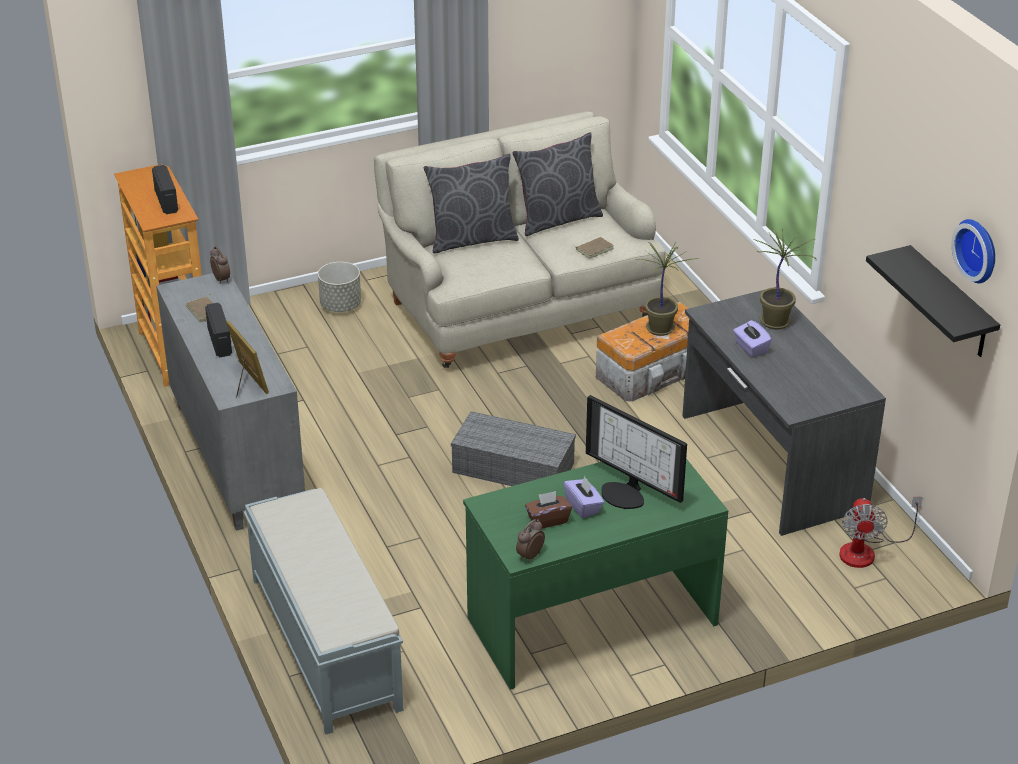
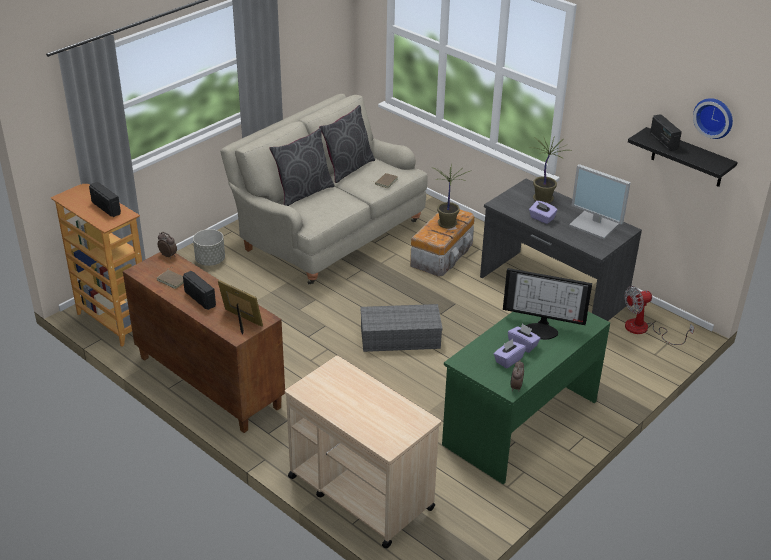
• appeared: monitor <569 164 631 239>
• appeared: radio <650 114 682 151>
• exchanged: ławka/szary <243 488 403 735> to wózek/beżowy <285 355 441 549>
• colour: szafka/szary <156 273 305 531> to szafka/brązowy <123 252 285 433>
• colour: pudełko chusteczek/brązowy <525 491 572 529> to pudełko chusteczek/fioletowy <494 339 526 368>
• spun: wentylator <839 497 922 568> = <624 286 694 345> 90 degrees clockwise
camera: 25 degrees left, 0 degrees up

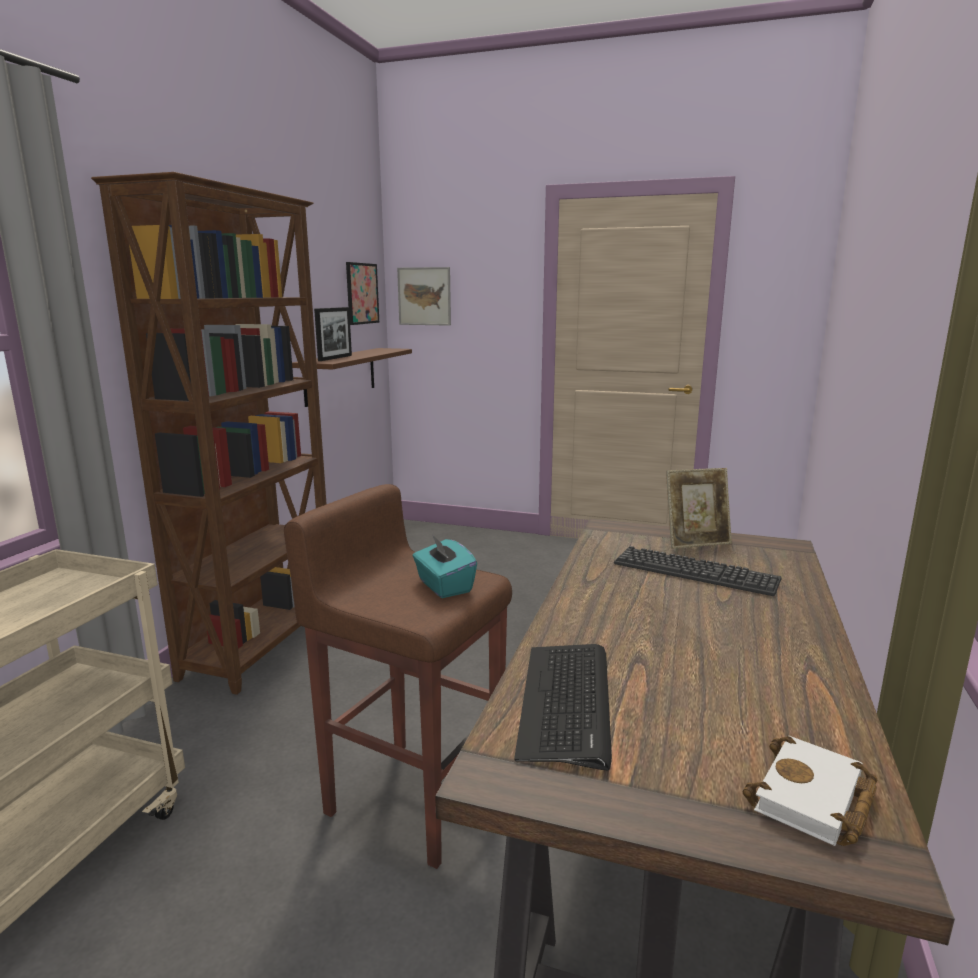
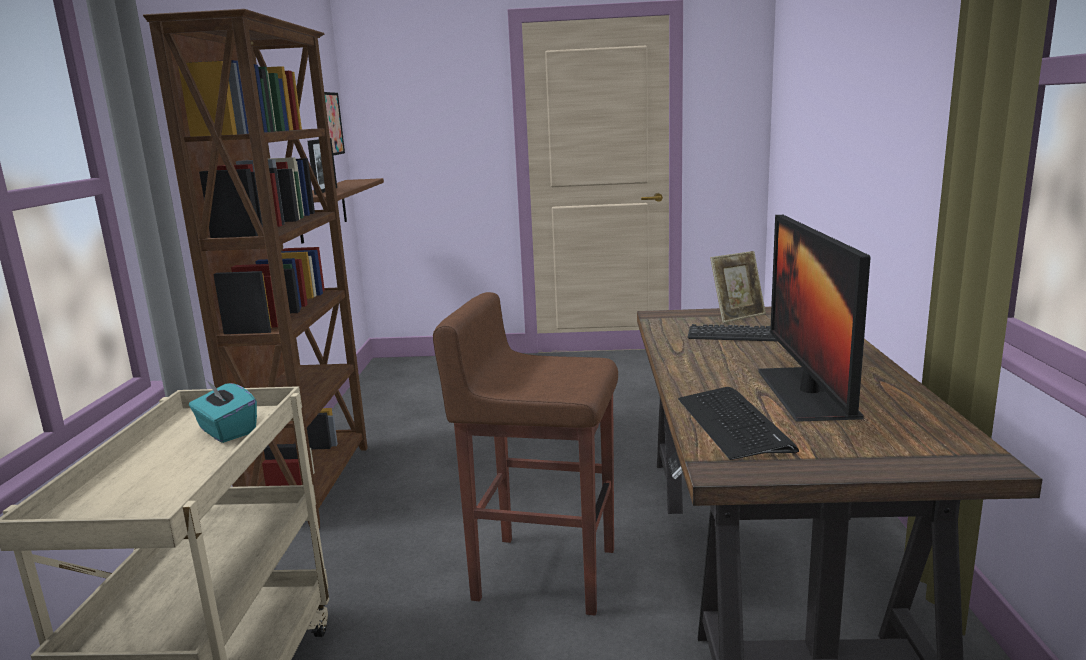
• missing: obraz <397 267 451 326>
• missing: książka/biały <742 736 877 846>
• appeared: monitor <758 215 871 422>
• relocated: pudełko chusteczek/turkusowy <413 534 477 598> to <189 378 257 443>
camera: 15 degrees left, 0 degrees up

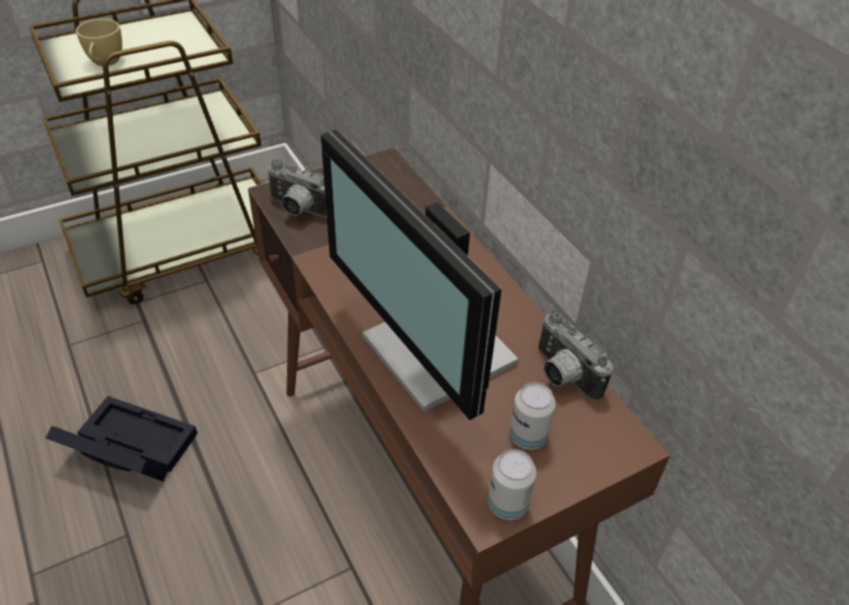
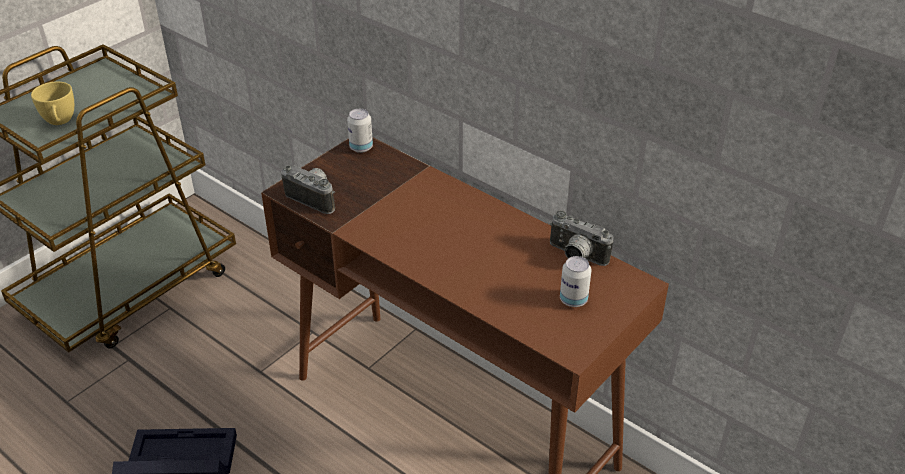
• missing: monitor <321 129 519 421>
• relocated: puszka <488 449 536 520> to <347 109 373 153>
• spun: aparat fotograficzny <266 159 327 218> = <281 165 335 214> 150 degrees counterclockwise
camera: 20 degrees left, 5 degrees down

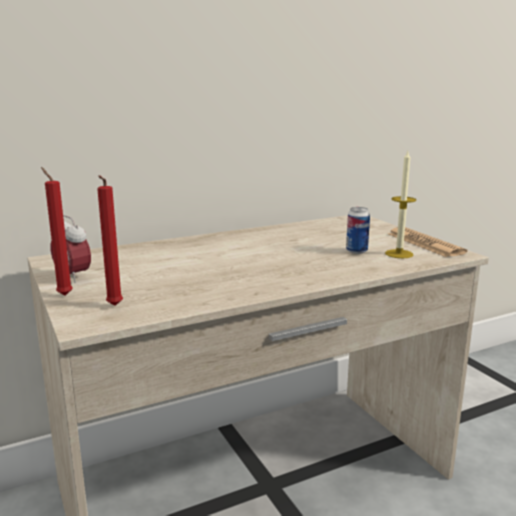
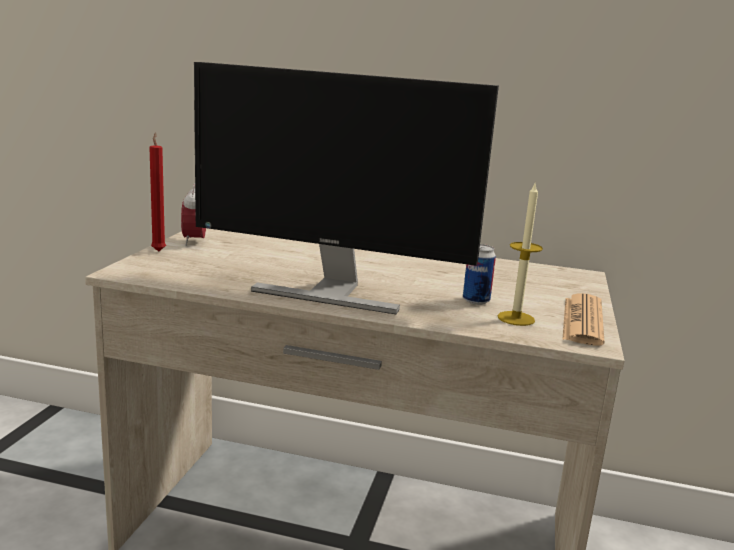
• missing: świeca/czerwony <97 175 123 306>
• appeared: monitor <194 62 499 314>
camera: 40 degrees right, 0 degrees up

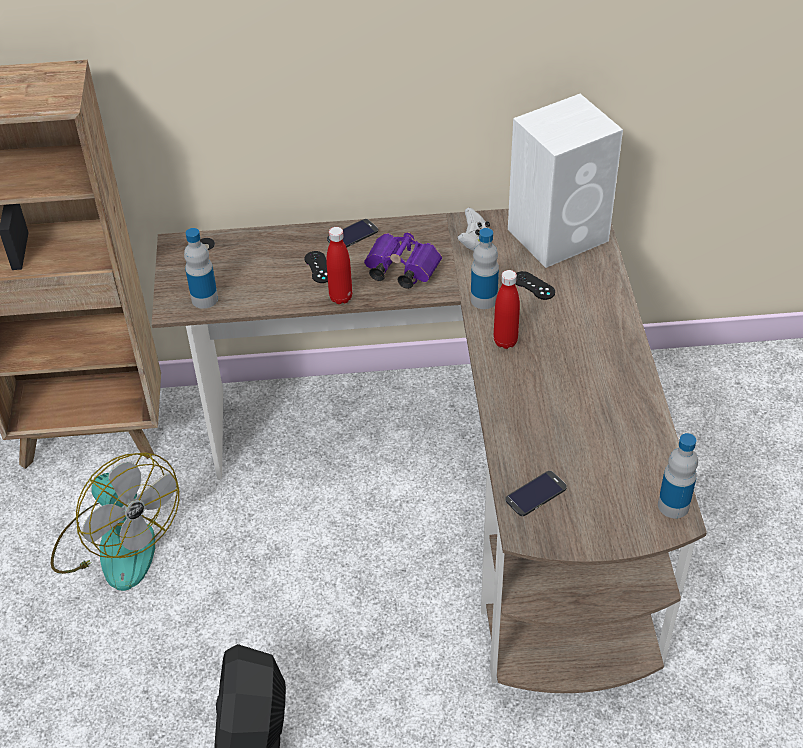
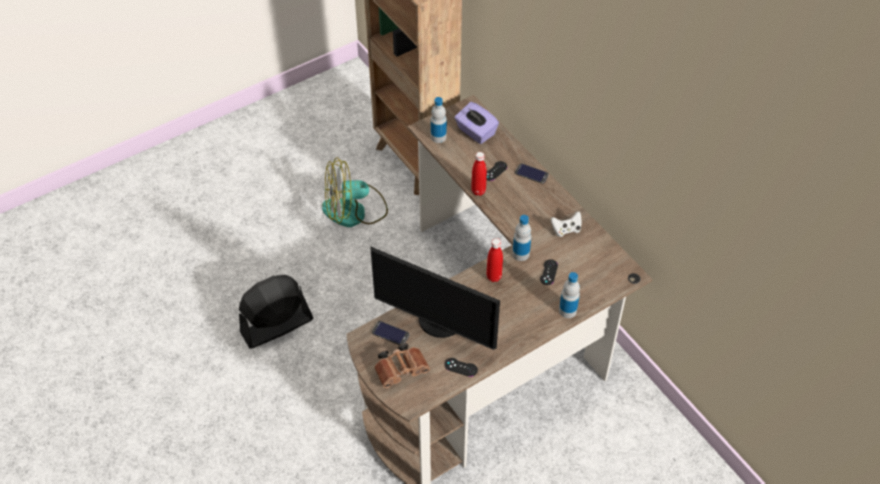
• missing: lornetka/fioletowy <364 232 442 289>
• missing: głośnik/biały <508 94 623 268>
• appeared: monitor <370 246 500 350>
• appeared: lornetka/brązowy <374 343 430 388>
• appeared: pad do gier/czarny <444 358 478 377>
• appeared: pudełko chusteczek/fioletowy <455 102 499 144>
• relocated: butelka <658 433 698 518> to <559 272 580 318>
• spun: wentylator <51 453 179 591> = <322 157 388 227> 60 degrees clockwise
camera: 60 degrees right, 5 degrees up

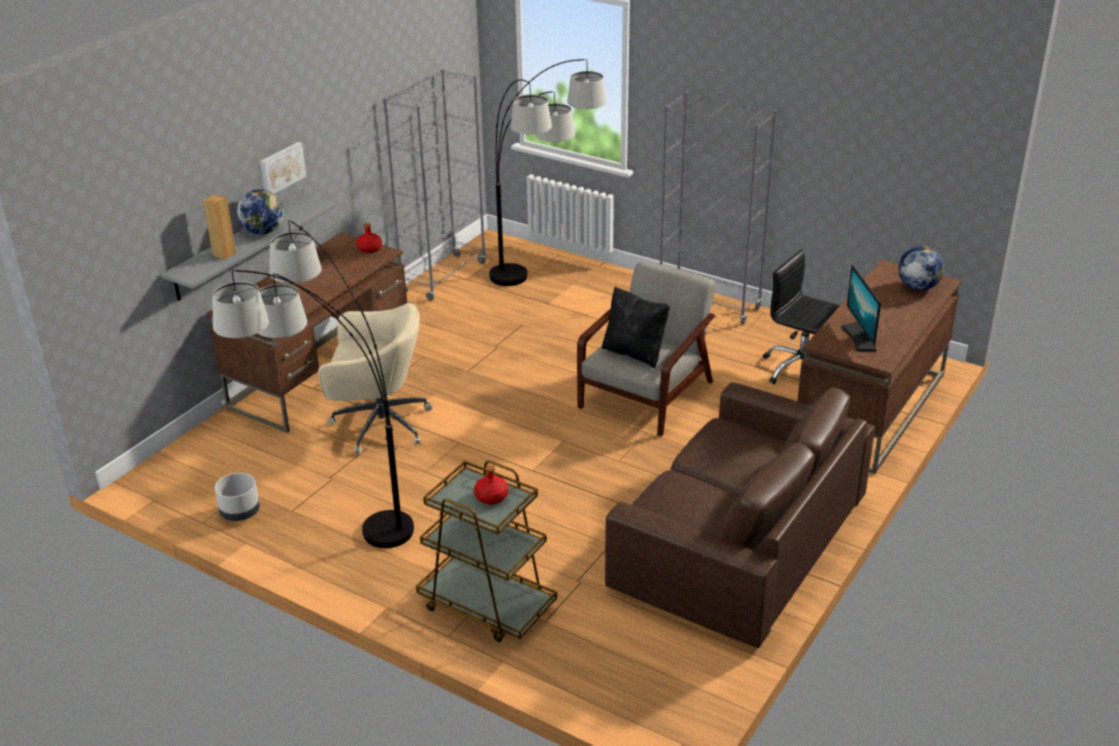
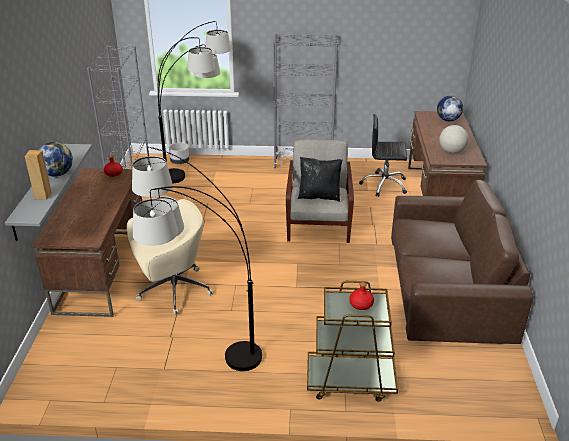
• missing: obraz <260 142 306 194>
• relocated: donica/szary <215 473 260 521> to <169 142 189 164>
• exchanged: monitor <841 265 881 351> to globus <439 125 468 153>
camera: 30 degrees left, 0 degrees up

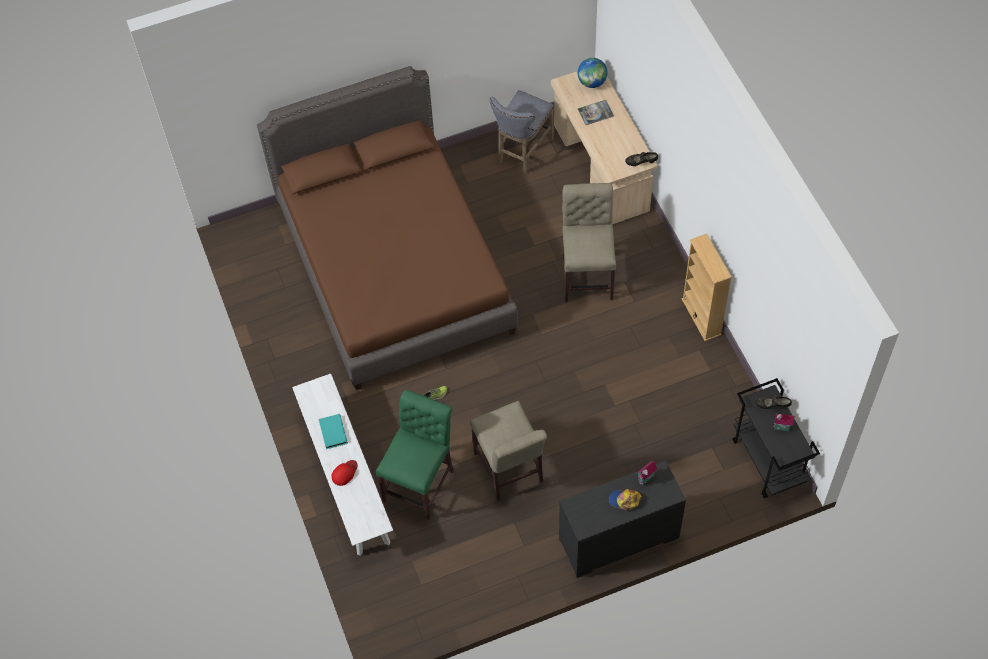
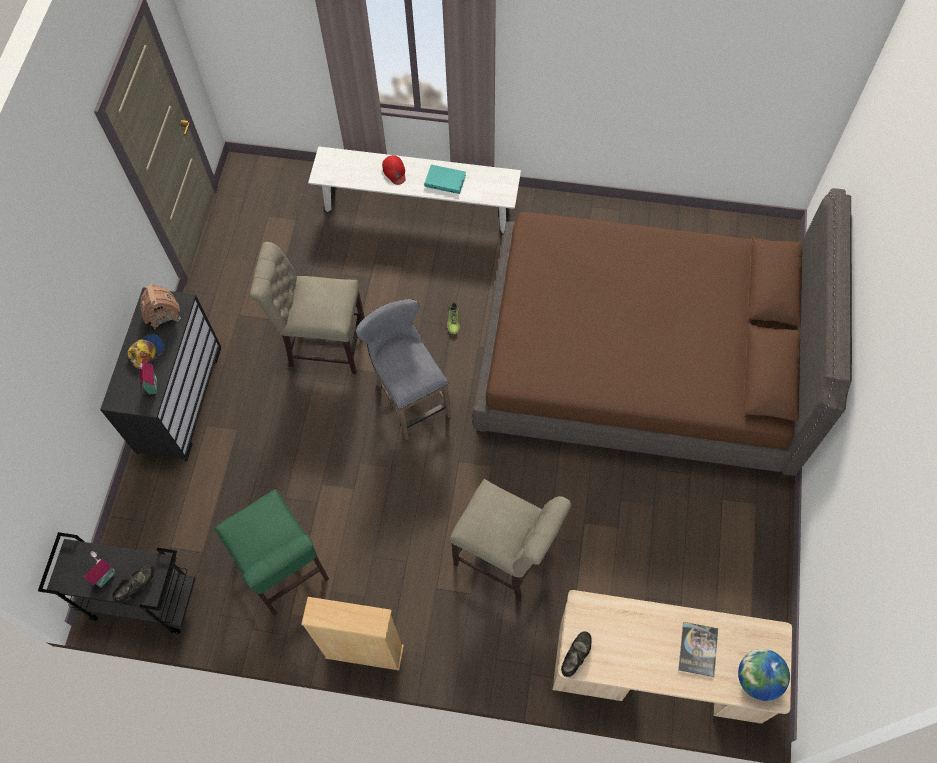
• appeared: domek <140 284 181 329>
• relocated: krzesło/zielony <376 390 454 520> to <214 489 329 616>
• relocated: stołek/szary <490 90 554 174> to <355 299 451 440>
camera: 120 degrees right, 5 degrees up

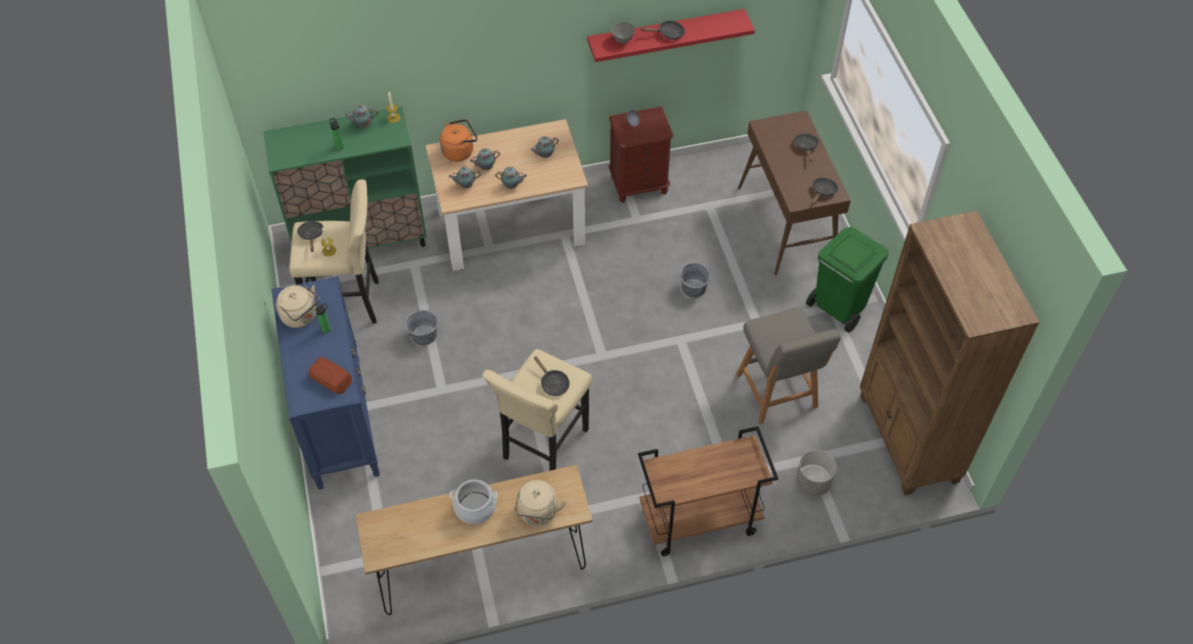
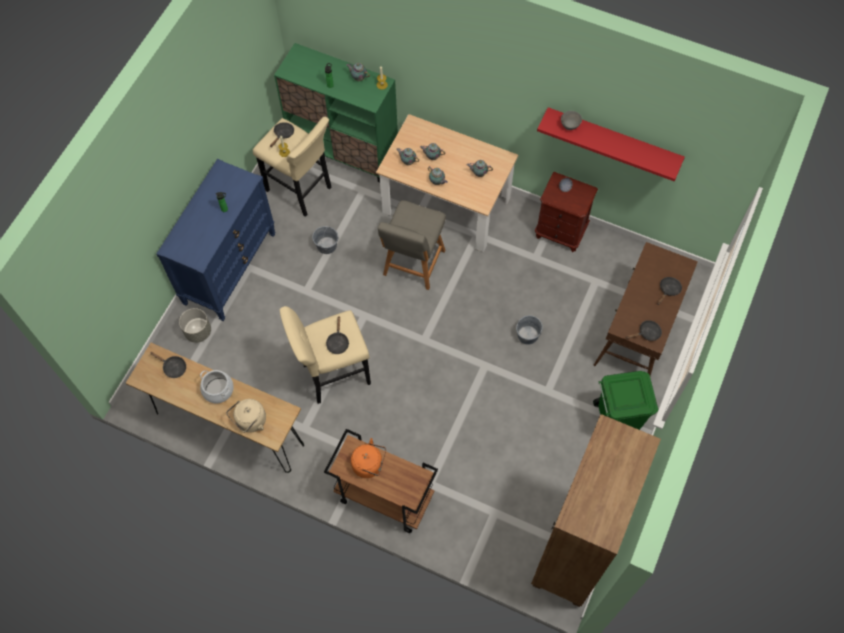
• missing: czajnik/beżowy <276 285 320 328>
• missing: chleb <309 357 352 394>
• relocated: czajnik/pomarańczowy <440 119 478 162> to <351 438 386 478>
• relocated: patelnia/czarny <641 20 685 39> to <150 352 186 378>
• relocated: krzesło/szary <736 307 841 424> to <378 200 446 290>
• relocated: donica/szary <796 450 837 496> to <179 308 211 343>
camera: 40 degrees right, 10 degrees up

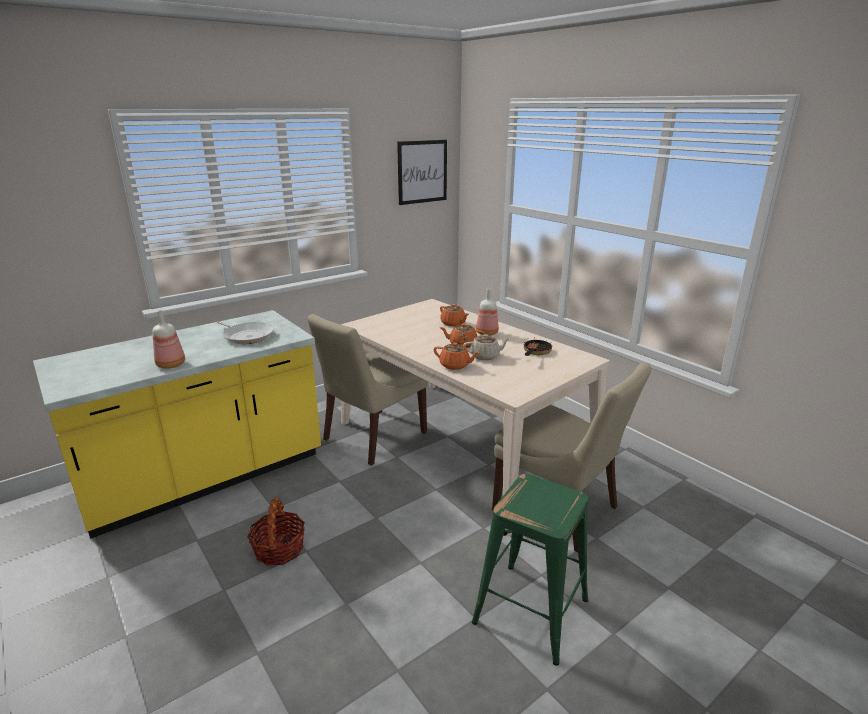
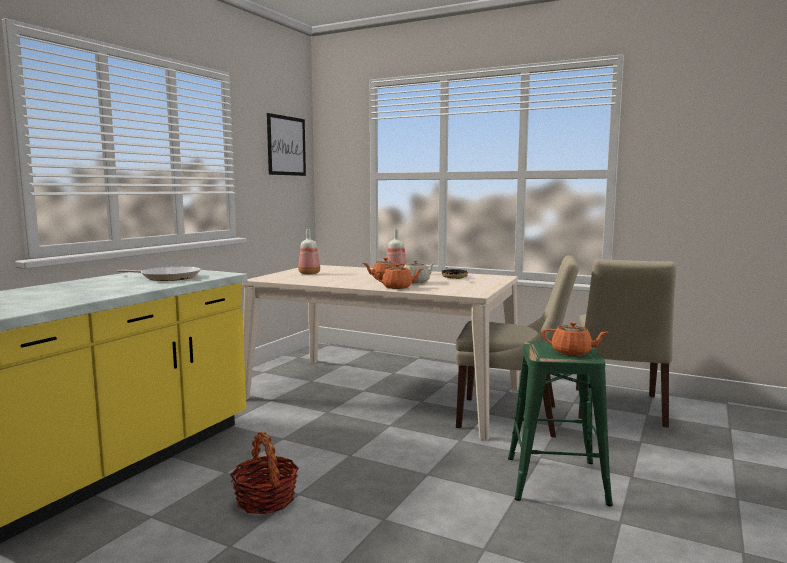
• relocated: butelka <152 310 185 369> to <298 229 320 274>
• relocated: krzesło/beżowy <307 314 428 466> to <576 259 676 428>
• relocated: imbryk/pomarańczowy <440 304 469 327> to <542 322 608 356>
camera: 25 degrees left, 15 degrees down

